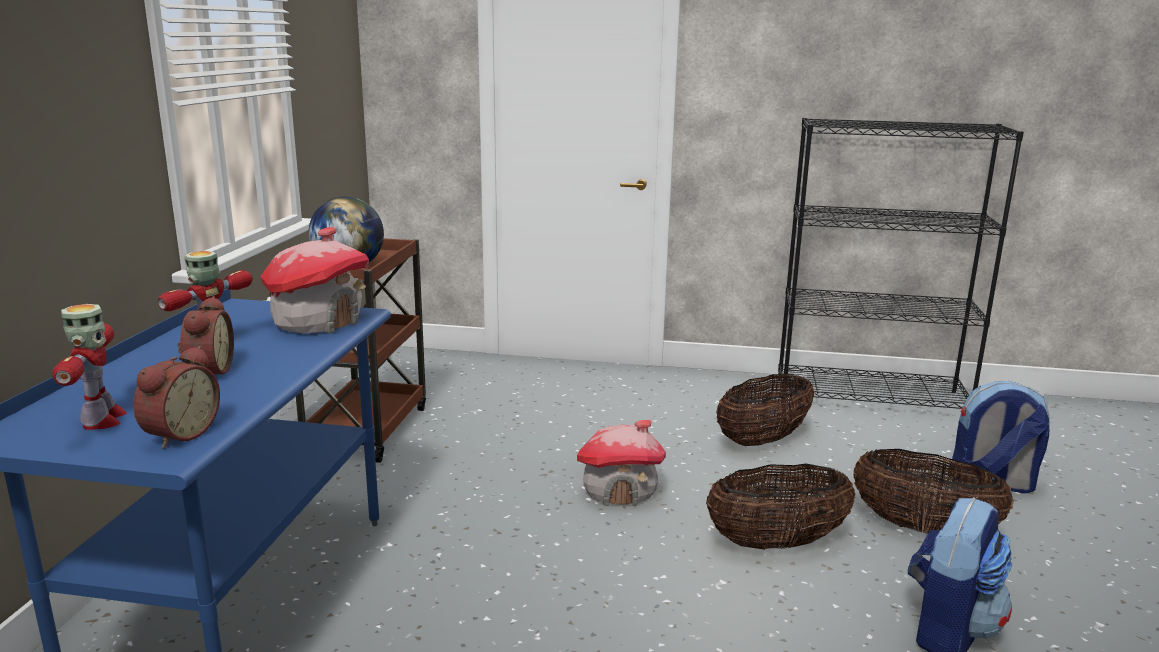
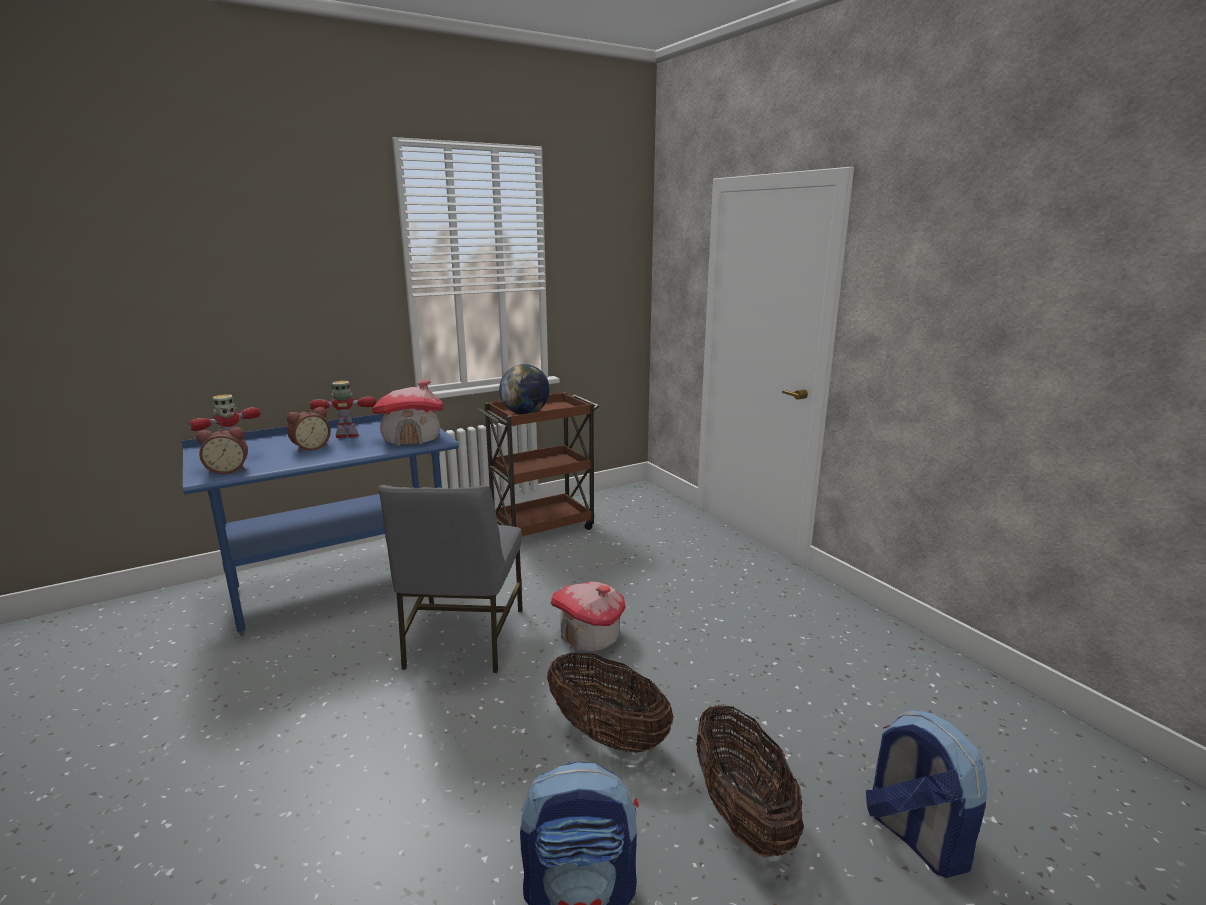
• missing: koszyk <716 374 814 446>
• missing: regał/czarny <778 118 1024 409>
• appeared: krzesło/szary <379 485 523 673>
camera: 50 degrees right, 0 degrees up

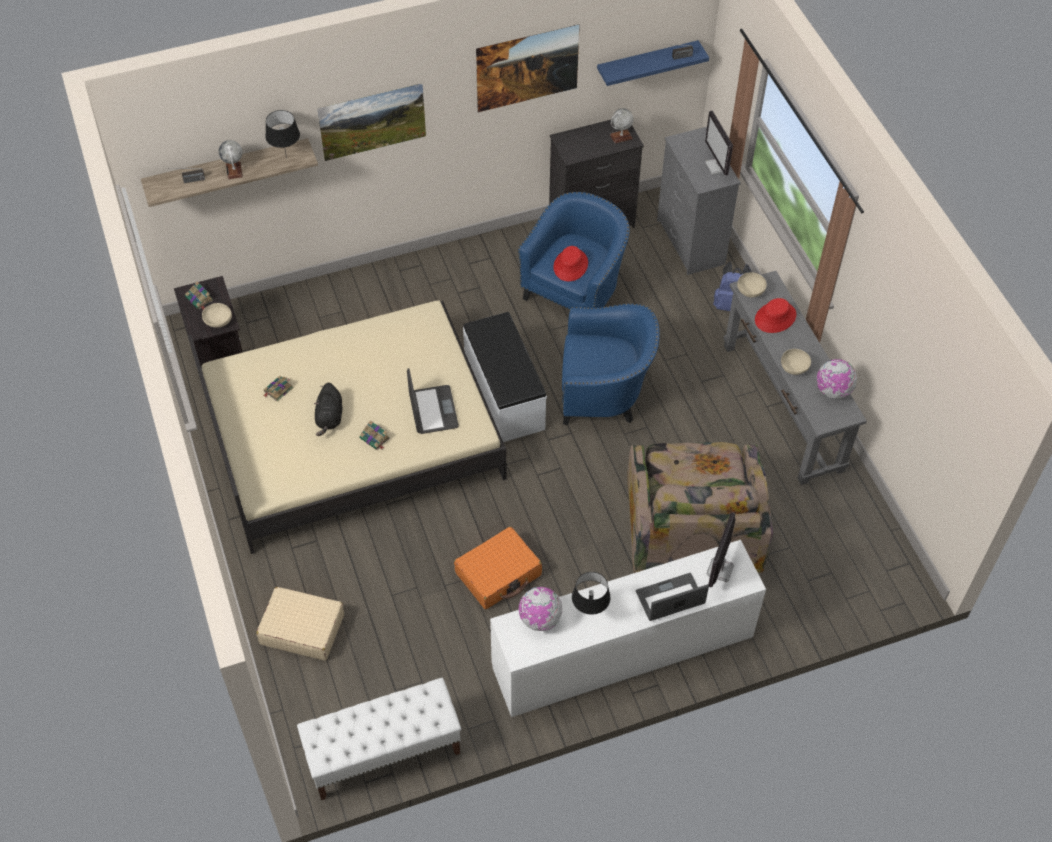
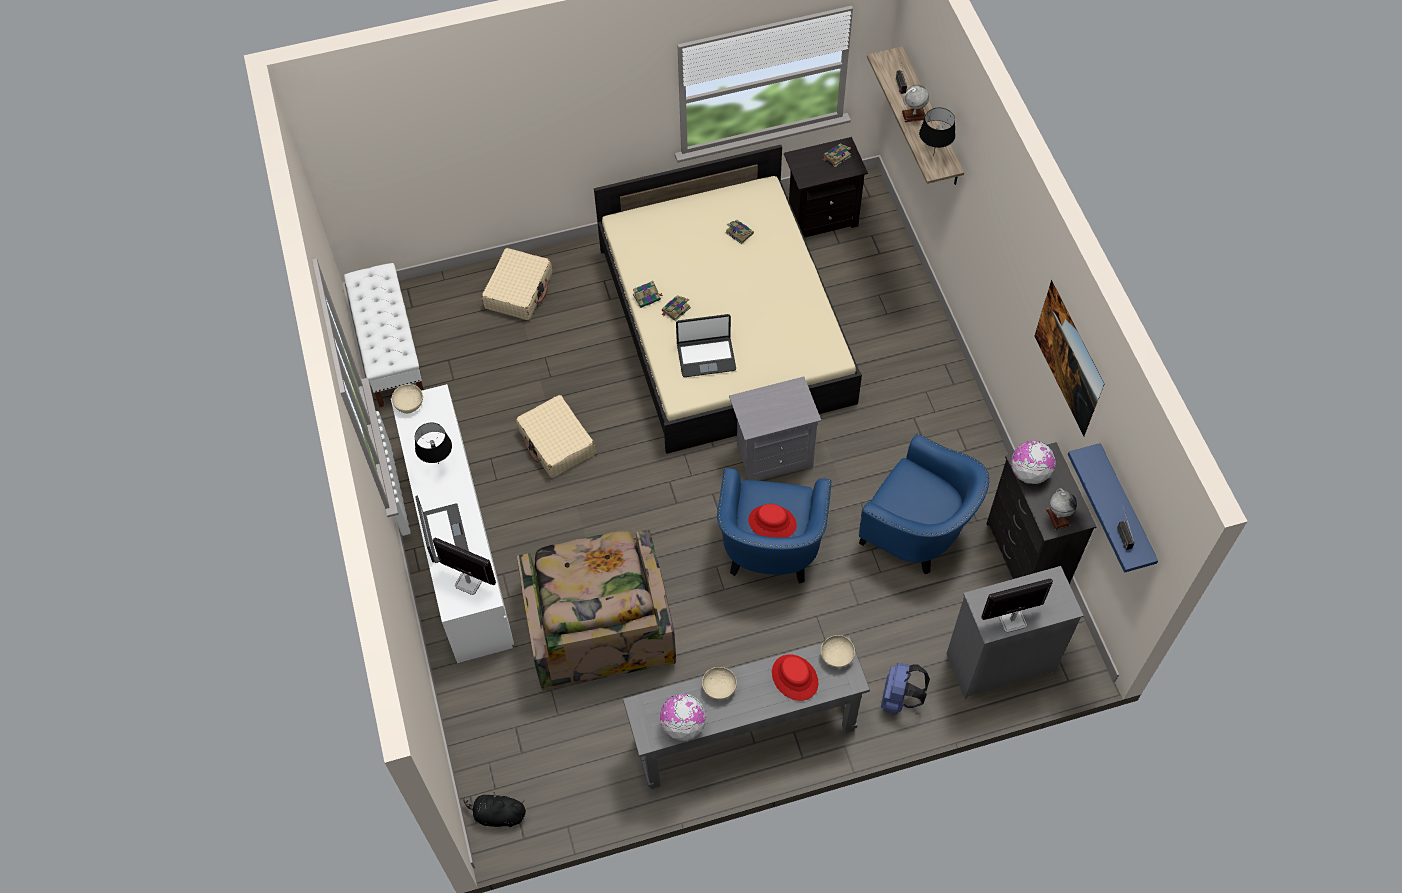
• missing: obraz <317 83 426 161>
• appeared: książka <633 281 663 308>
• relocated: miska/beżowy <202 303 232 328> to <392 384 423 413>
• relocated: pluszak/czarny <314 383 342 436> to <464 792 526 827>
• relocated: globus <518 587 562 631> to <1011 441 1056 484>
• relocated: kapelusz/czerwony <553 246 588 281> to <748 504 797 538>
• exchanged: ławka/biały <463 312 547 442> to szafka nocna/szary <729 377 821 480>
• colour: walizka/pomarańczowy <454 526 542 609> to walizka/beżowy <516 395 596 478>
• spun: fotel <628 442 773 573> = <517 530 676 691> 105 degrees counterclockwise
camera: 95 degrees right, 5 degrees up

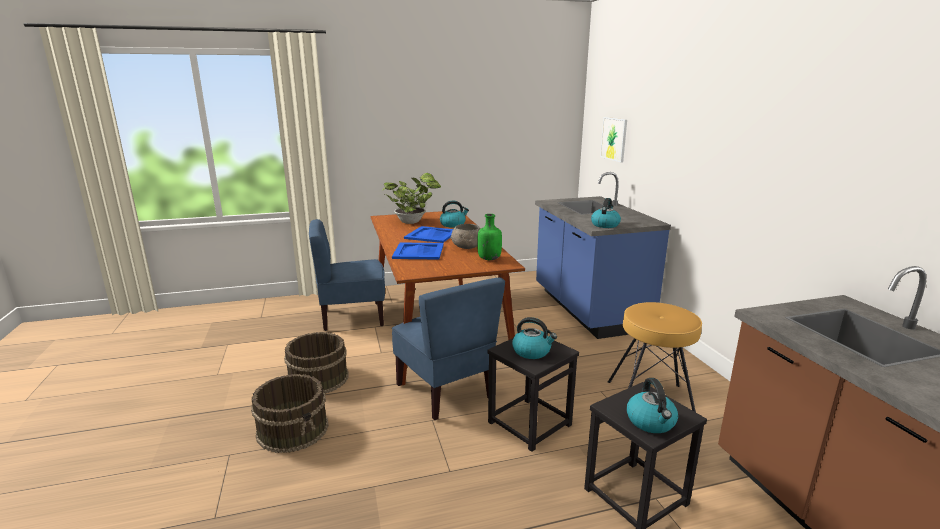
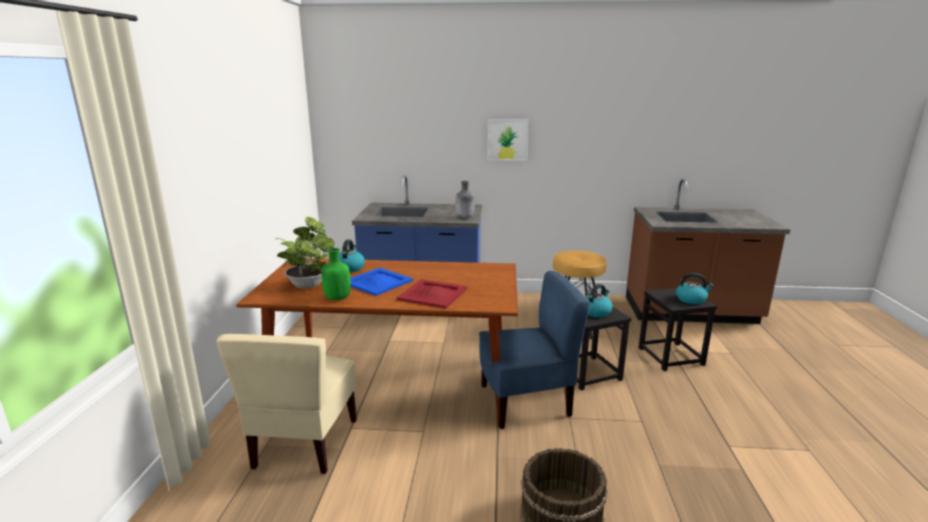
• missing: wiadro/brązowy <284 332 349 394>
• missing: miska/szary <450 224 480 249>
• relocated: butelka/zielony <477 214 502 260> to <322 248 351 300>
• relocated: obraz <600 117 627 163> to <487 119 529 161>
• exchanged: czajnik <591 198 621 228> to butelka/szary <455 181 475 218>
• colour: krzesło/niebieski <309 219 385 331> to krzesło/beżowy <217 334 357 474>
• colour: taca/niebieski <392 242 444 260> to taca/czerwony <397 279 467 309>
camera: 70 degrees left, 0 degrees up

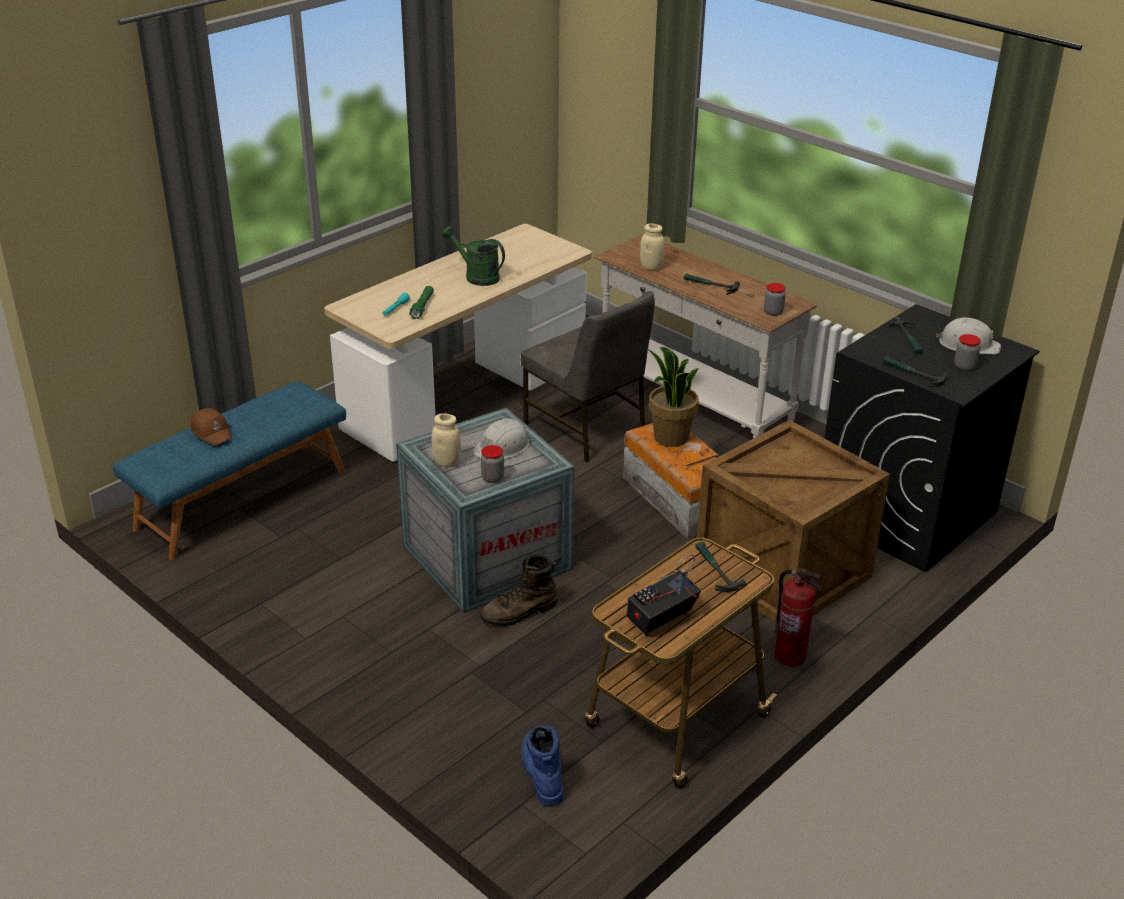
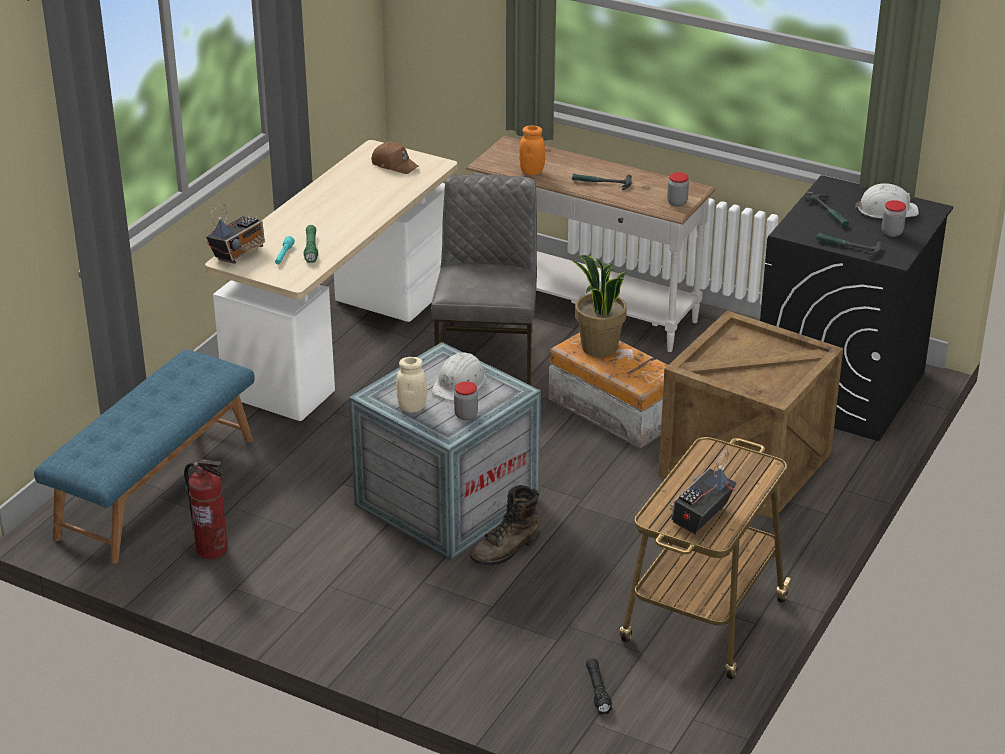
• missing: konewka/zielony <442 226 505 286>
• missing: młotek <696 542 746 592>
• appeared: radio <206 202 265 264>
• relocated: czapka z daszkiem/brązowy <191 408 232 446> to <371 142 419 174>
• relocated: gaśnica <774 567 821 667> to <184 459 228 559>
• exchanged: but z cholewką/niebieski <521 725 564 806> to latarka/czarny <586 658 612 715>
• colour: słoik/beżowy <640 223 665 271> to słoik/pomarańczowy <519 125 545 175>
• spun: krzesło/szary <520 291 655 462> = <431 175 537 385> 120 degrees counterclockwise
camera: 15 degrees left, 0 degrees up

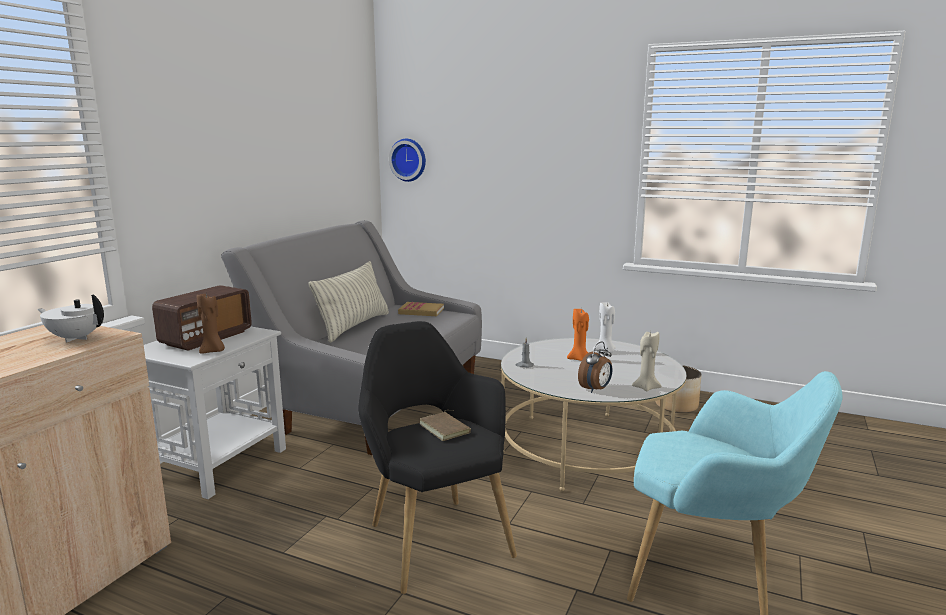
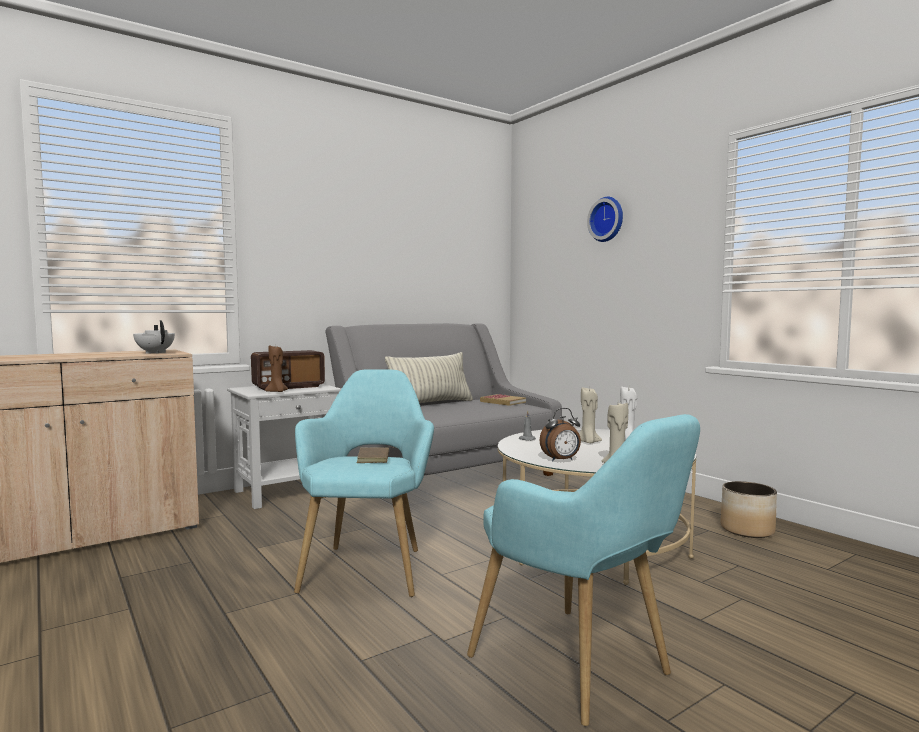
• relocated: zegar ścienny <389 139 426 182> to <587 197 623 242>
• colour: fotel/czarny <358 321 517 594> to fotel/turkusowy <294 369 434 597>
• colour: świeca/pomarańczowy <567 308 589 361> to świeca/beżowy <579 387 602 443>
camera: 30 degrees right, 10 degrees down

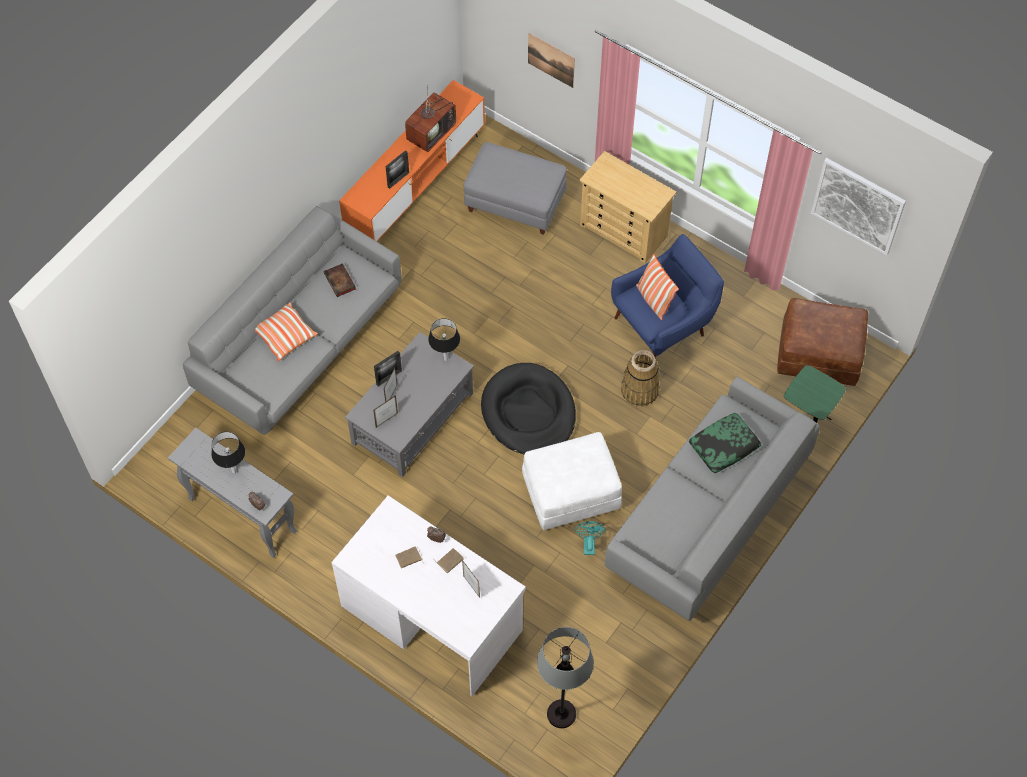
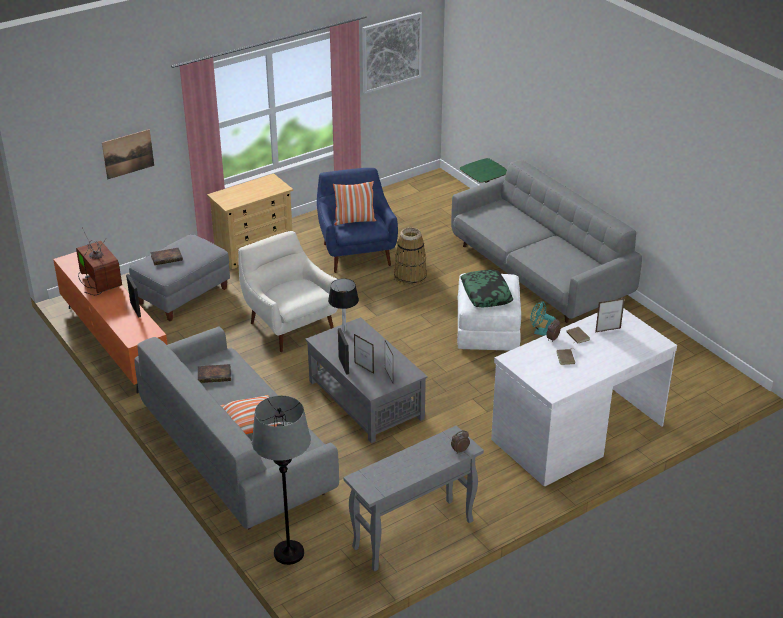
• missing: lampa stołowa/czarny <211 432 245 474>
• missing: legowisko/czarny <481 363 576 454>
• missing: pufa/brązowy <777 298 868 386>
• appeared: książka <150 248 183 265>
• appeared: fotel/biały <238 231 338 352>
• relocated: lampa stojąca/szary <537 627 594 728> to <252 396 311 565>
• relocated: poduszka <689 413 761 473> to <461 270 513 307>
camera: 70 degrees left, 25 degrees down

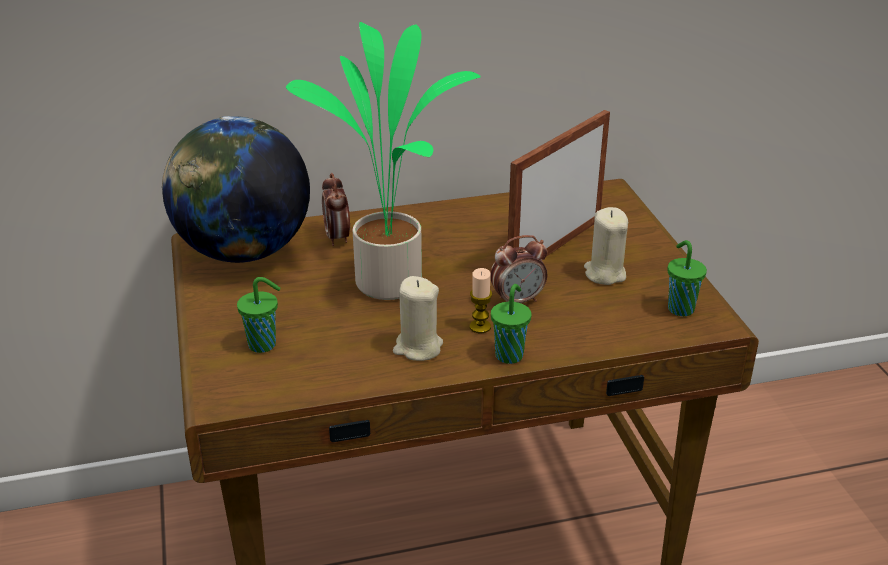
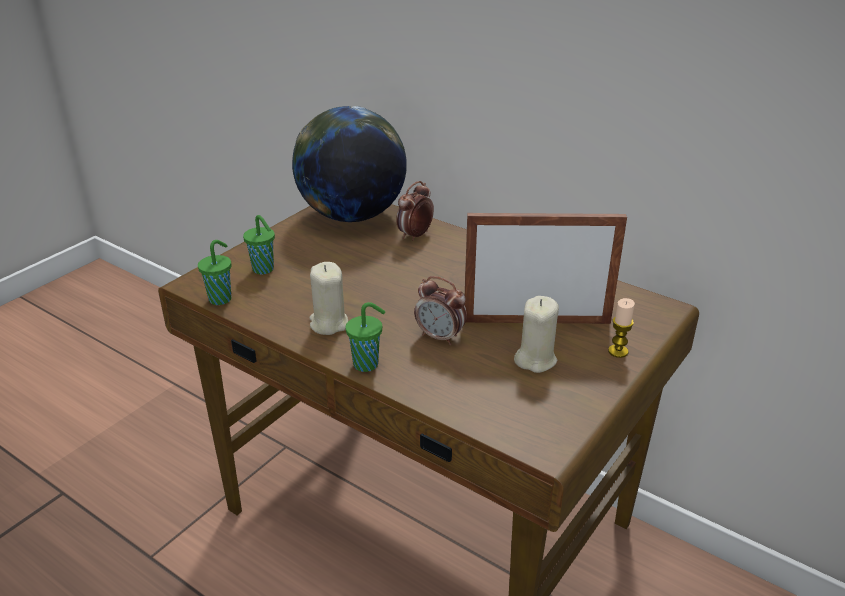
• missing: roślina doniczkowa <286 22 481 300>
• relocated: świeca <470 268 492 333> to <608 298 635 358>
• relocated: filiżanka/zielony <668 240 707 316> to <198 240 231 305>
camera: 50 degrees right, 0 degrees up

